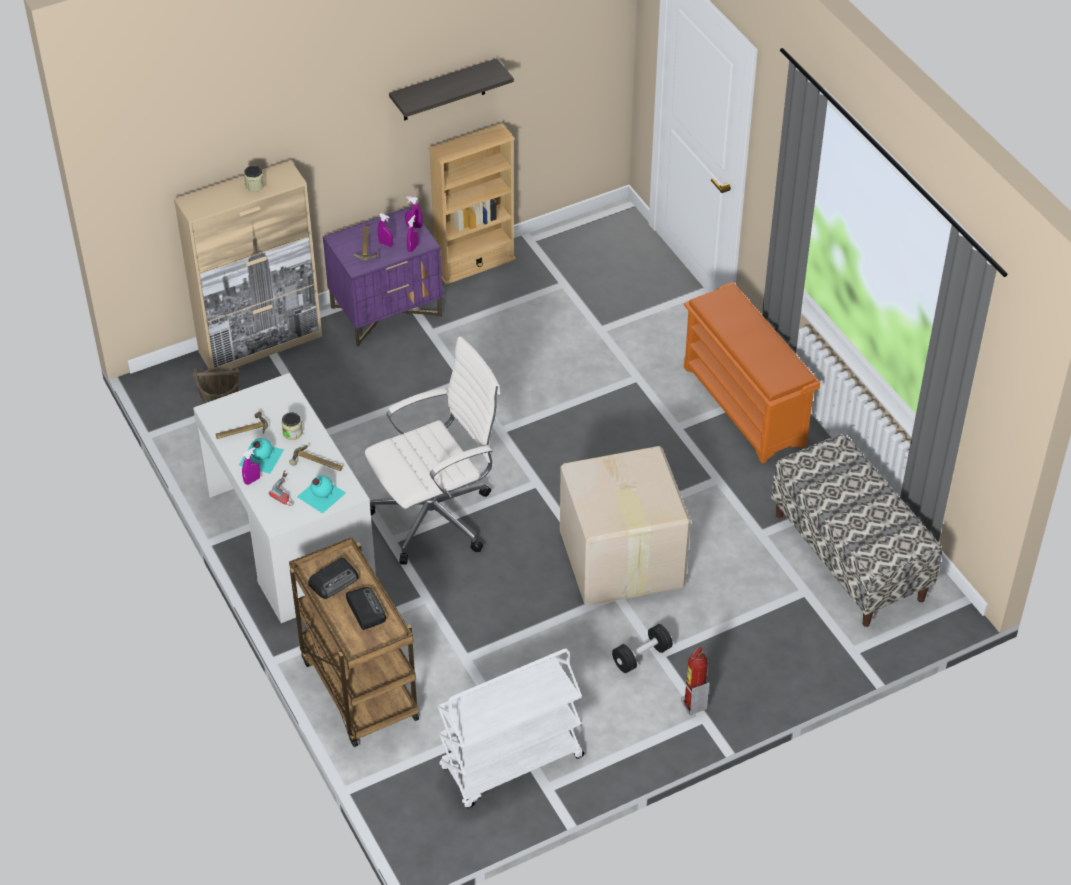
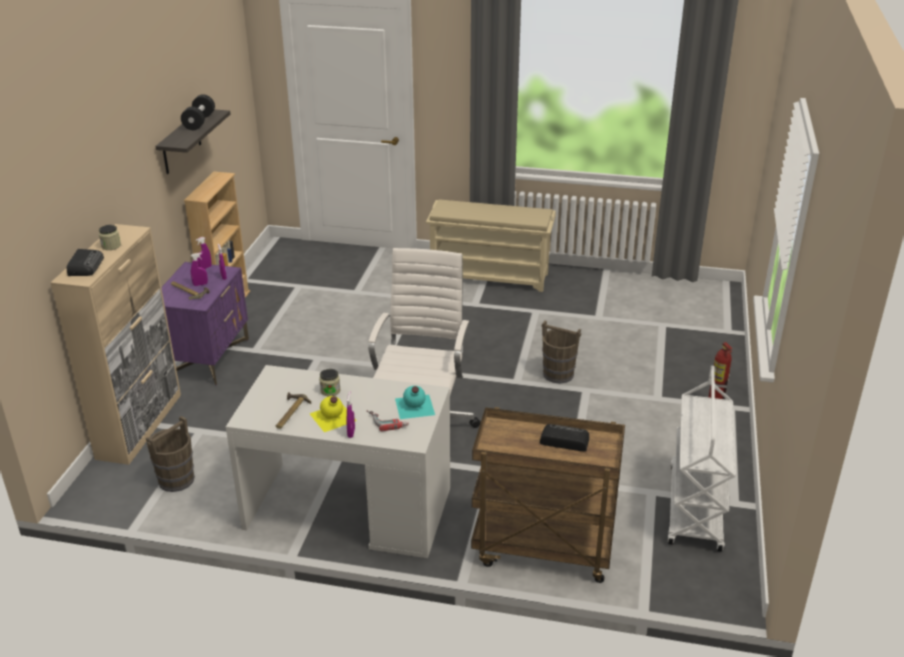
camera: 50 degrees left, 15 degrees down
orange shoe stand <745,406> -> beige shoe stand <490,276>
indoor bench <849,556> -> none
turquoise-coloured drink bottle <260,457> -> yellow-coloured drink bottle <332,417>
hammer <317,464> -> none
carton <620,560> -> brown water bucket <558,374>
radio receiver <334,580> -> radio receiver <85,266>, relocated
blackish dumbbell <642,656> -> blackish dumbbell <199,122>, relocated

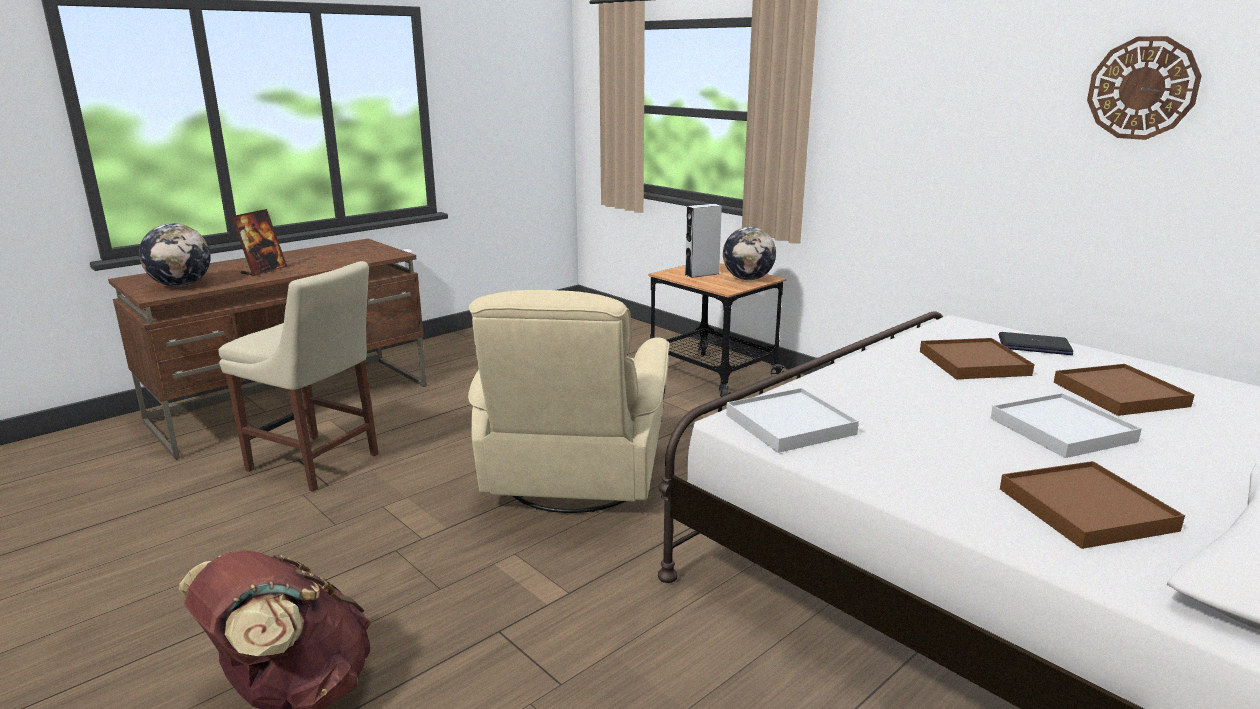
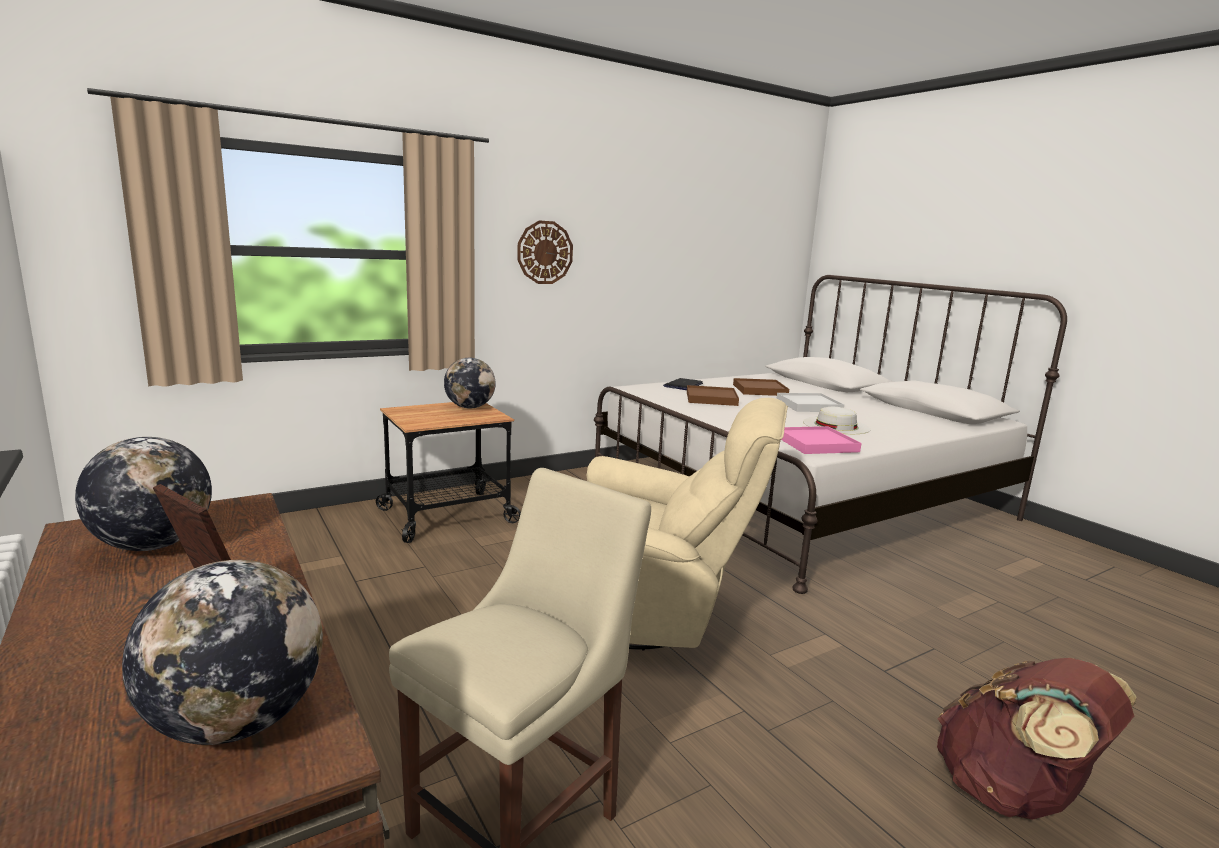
camera: 80 degrees left, 5 degrees down
hanging clock <1142,88> -> hanging clock <545,252>, relocated
grey speaker <702,274> -> none
white tray <790,424> -> pink tray <816,444>
brown tray <1085,509> -> none
none -> white clothing hat <836,425>
none -> globe <153,545>

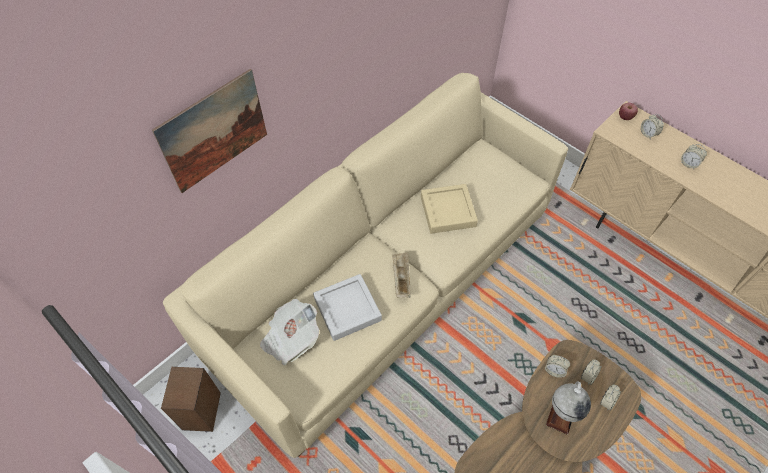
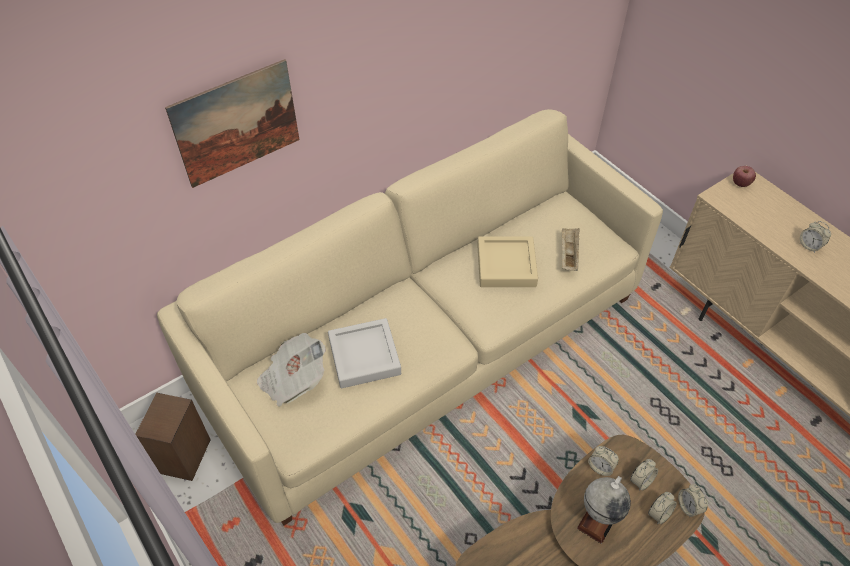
camera: 10 degrees right, 5 degrees down
bedside clock <648,134> -> bedside clock <688,506>, relocated
beige tray <401,278> -> beige tray <568,254>, relocated

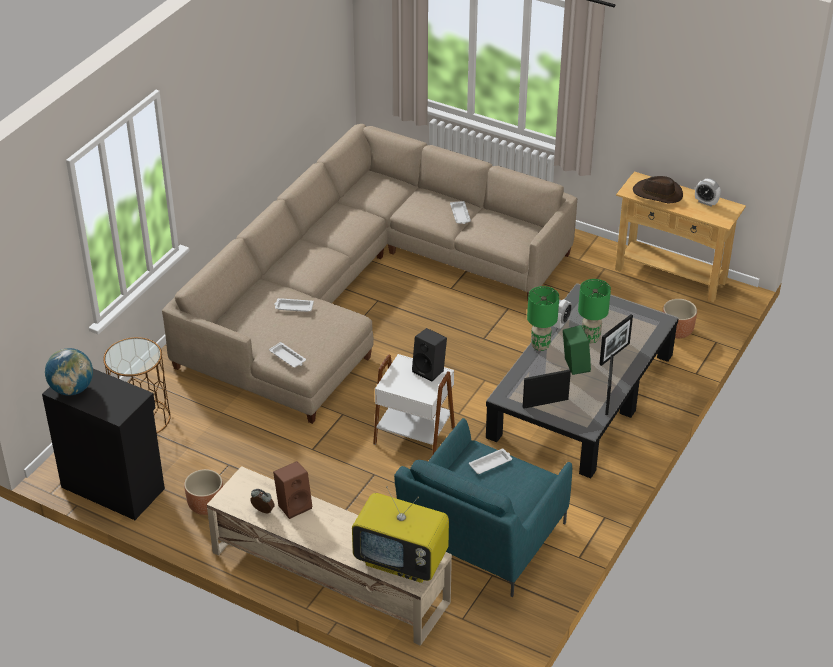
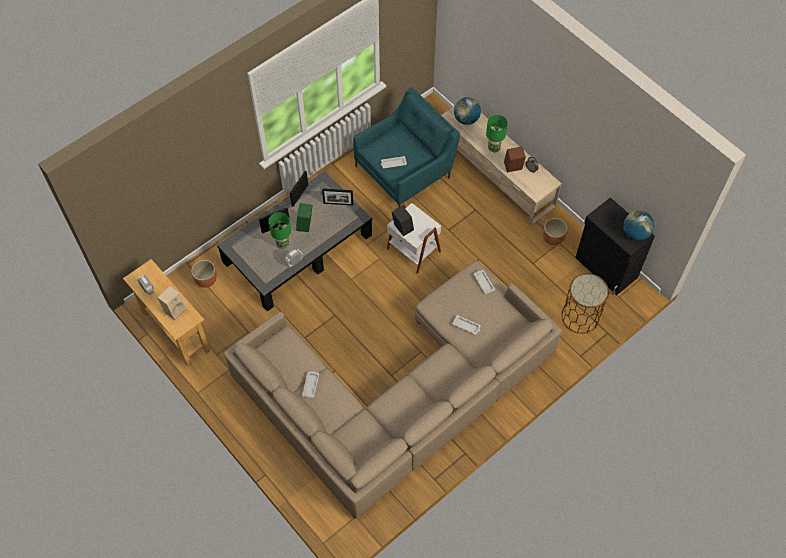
camera: 160 degrees left, 20 degrees up
brown clothing hat <658,193> -> beige speaker <174,309>
green tabletop lamp <540,346> -> green tabletop lamp <493,148>, relocated
television <402,560> -> globe <466,119>

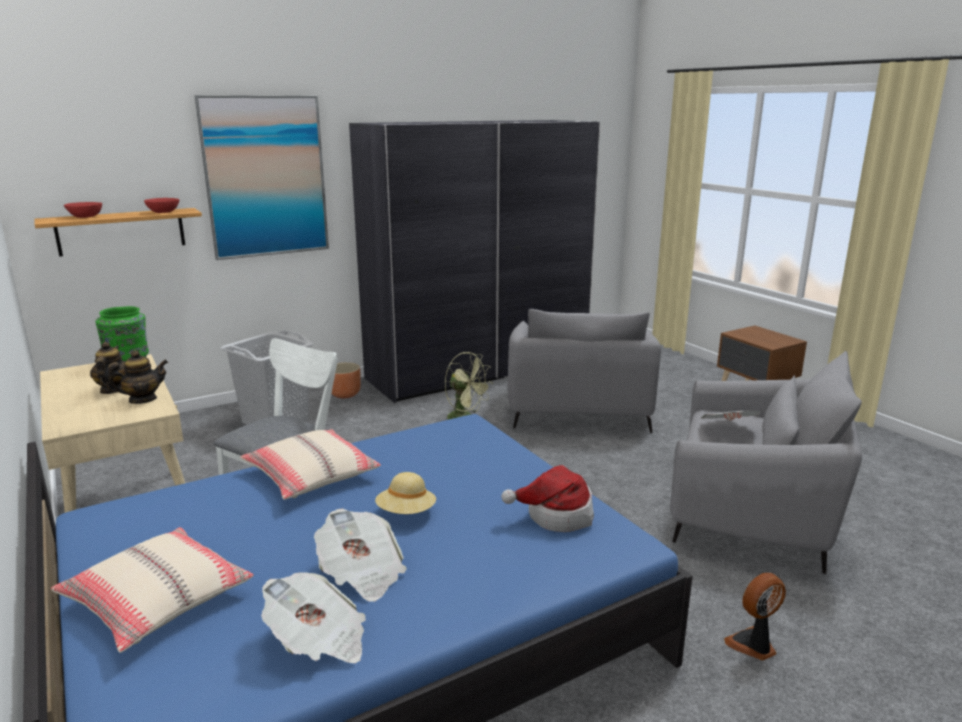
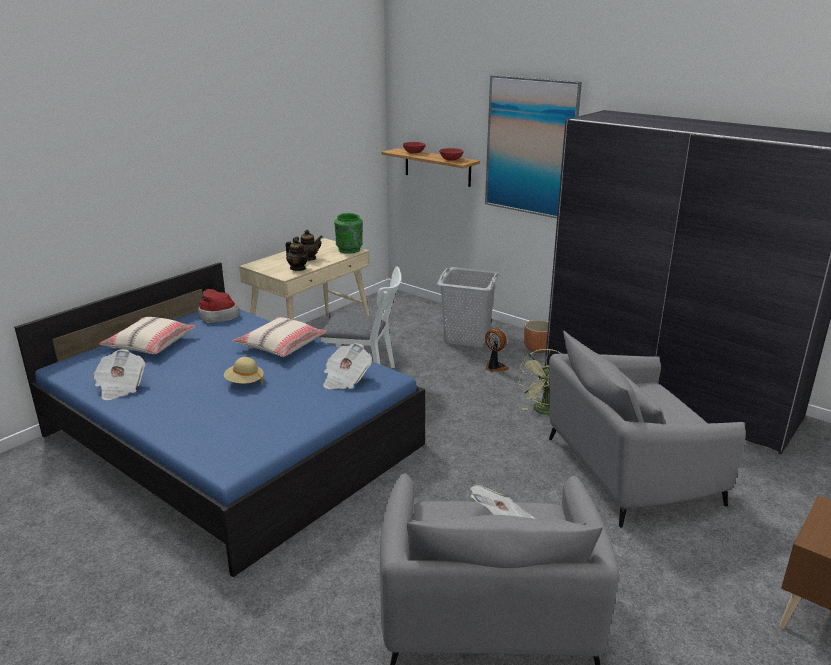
camera: 70 degrees right, 5 degrees up
clothing hat <556,515> -> clothing hat <217,315>, relocated
newspaper <362,574> -> newspaper <345,379>, relocated
electric fan <753,645> -> electric fan <495,367>, relocated

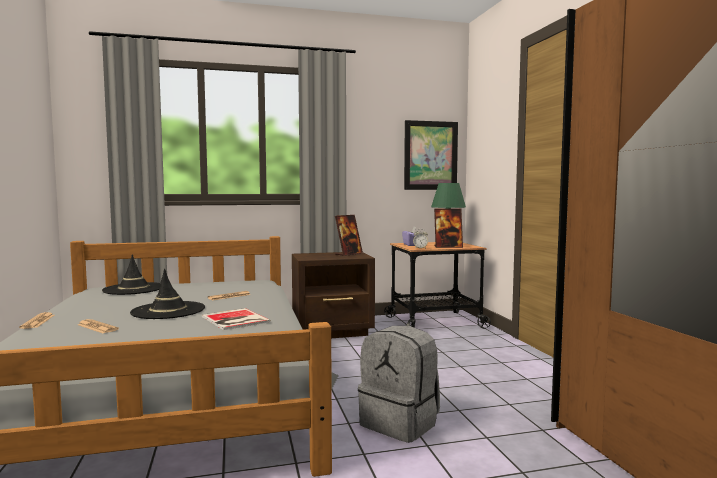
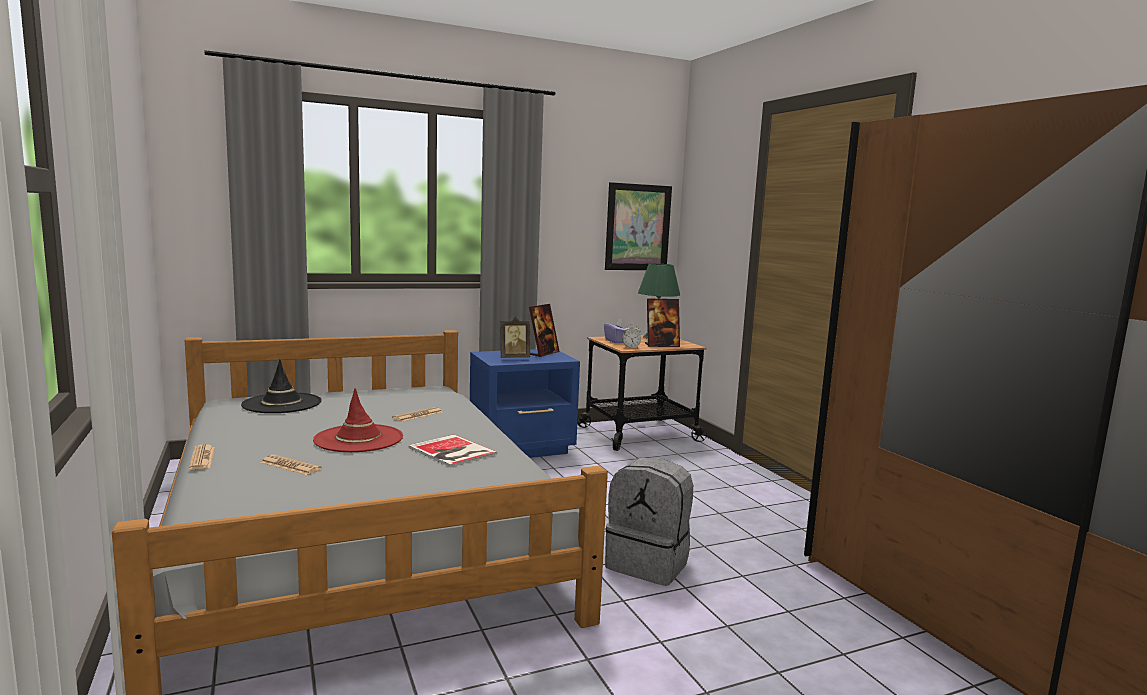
camera: 10 degrees left, 5 degrees up
brown nightstand <333,331> -> bluish nightstand <523,448>
blackish clothing hat <168,311> -> red-coloured clothing hat <358,439>
none -> picture frame <514,358>

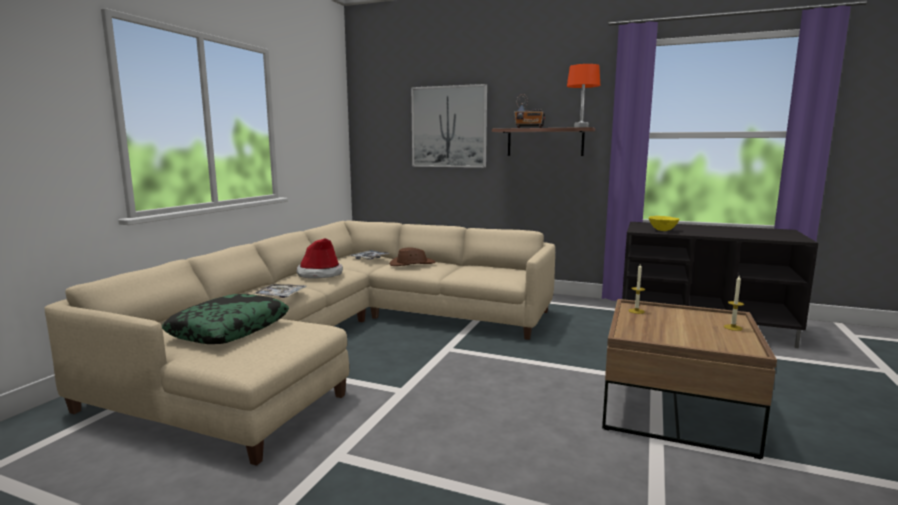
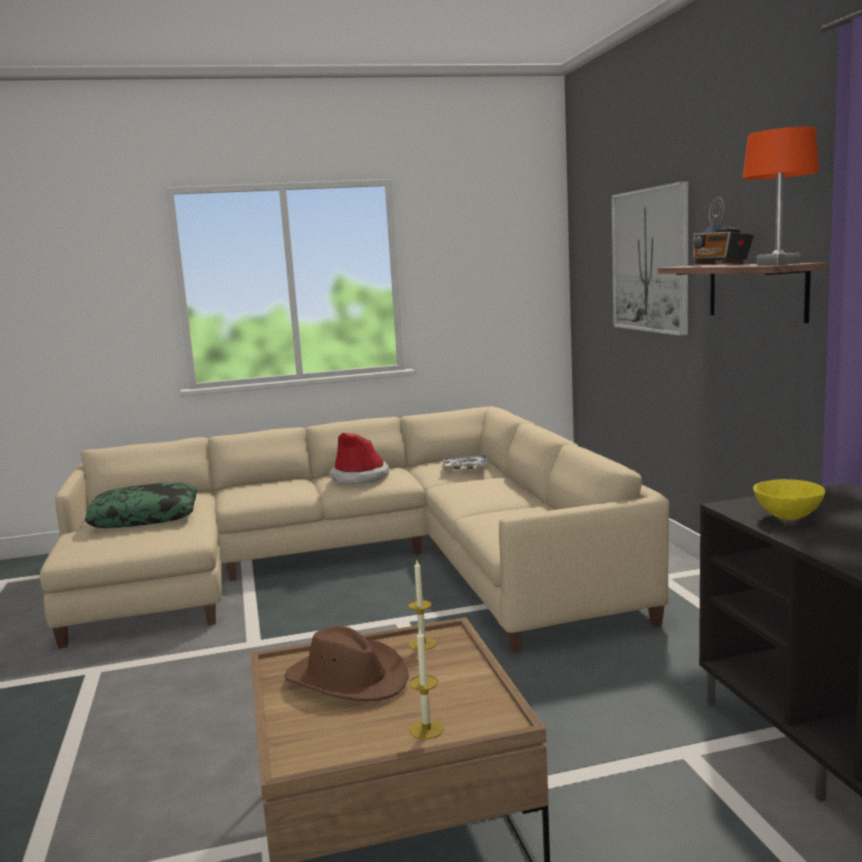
camera: 55 degrees right, 0 degrees up
brown clothing hat <412,264> -> brown clothing hat <348,678>, relocated
tray <281,295> -> none

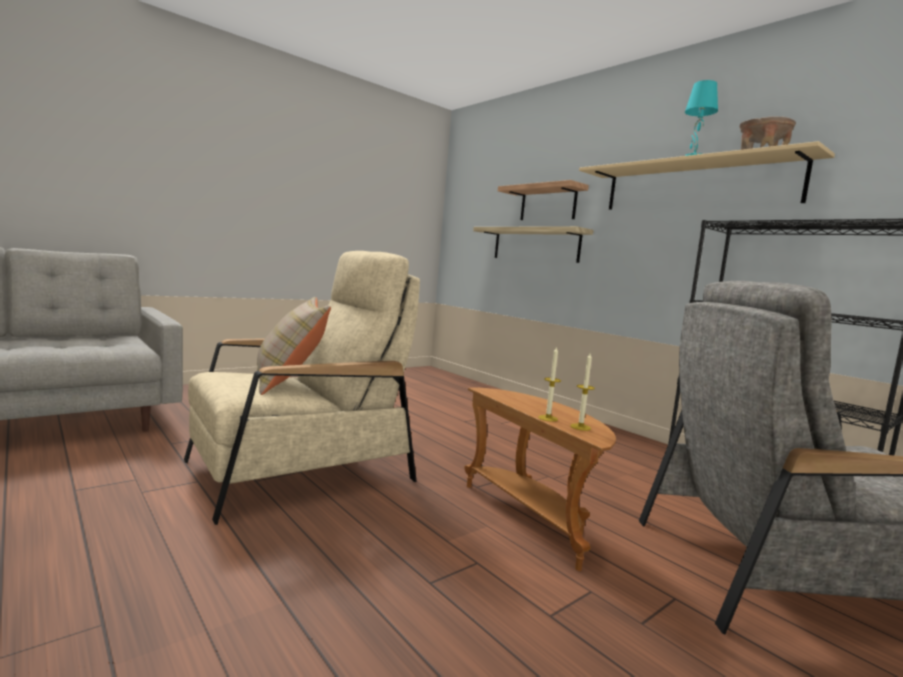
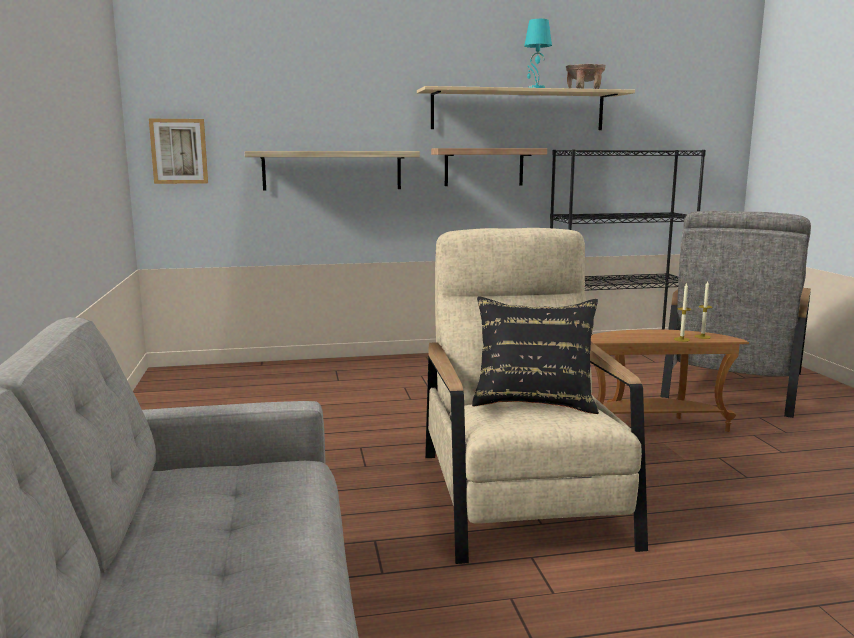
camera: 60 degrees left, 5 degrees up
wall shelf <548,203> -> wall shelf <484,167>, relocated
beige cushion <288,381> -> blackish cushion <534,400>
none -> picture <179,151>

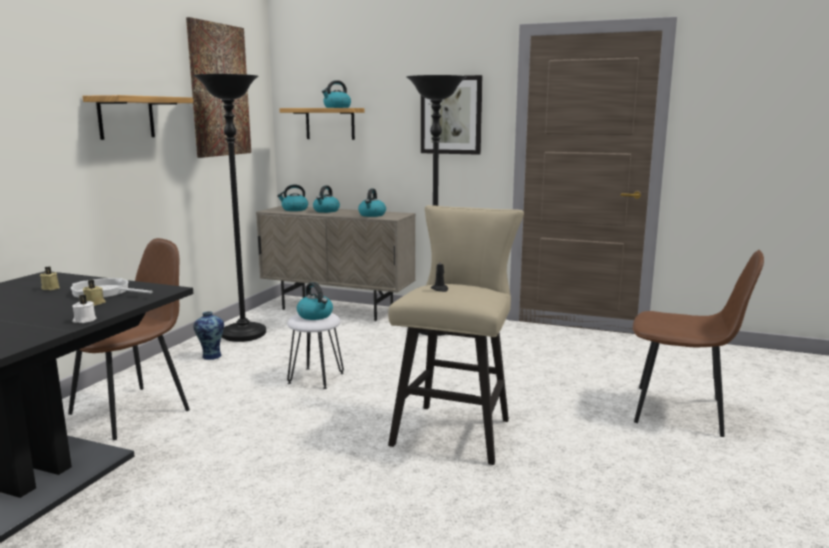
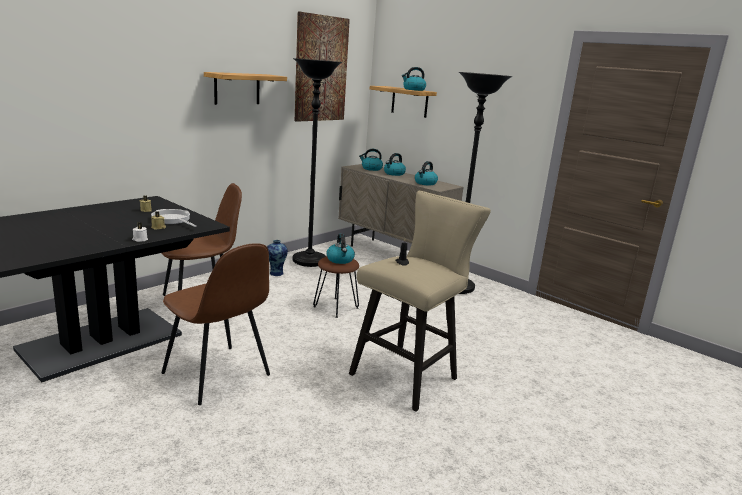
camera: 20 degrees right, 5 degrees up
picture <451,115> -> none
brown upright chair <681,411> -> brown upright chair <217,375>, relocated
white stool <316,378> -> brown stool <336,307>

